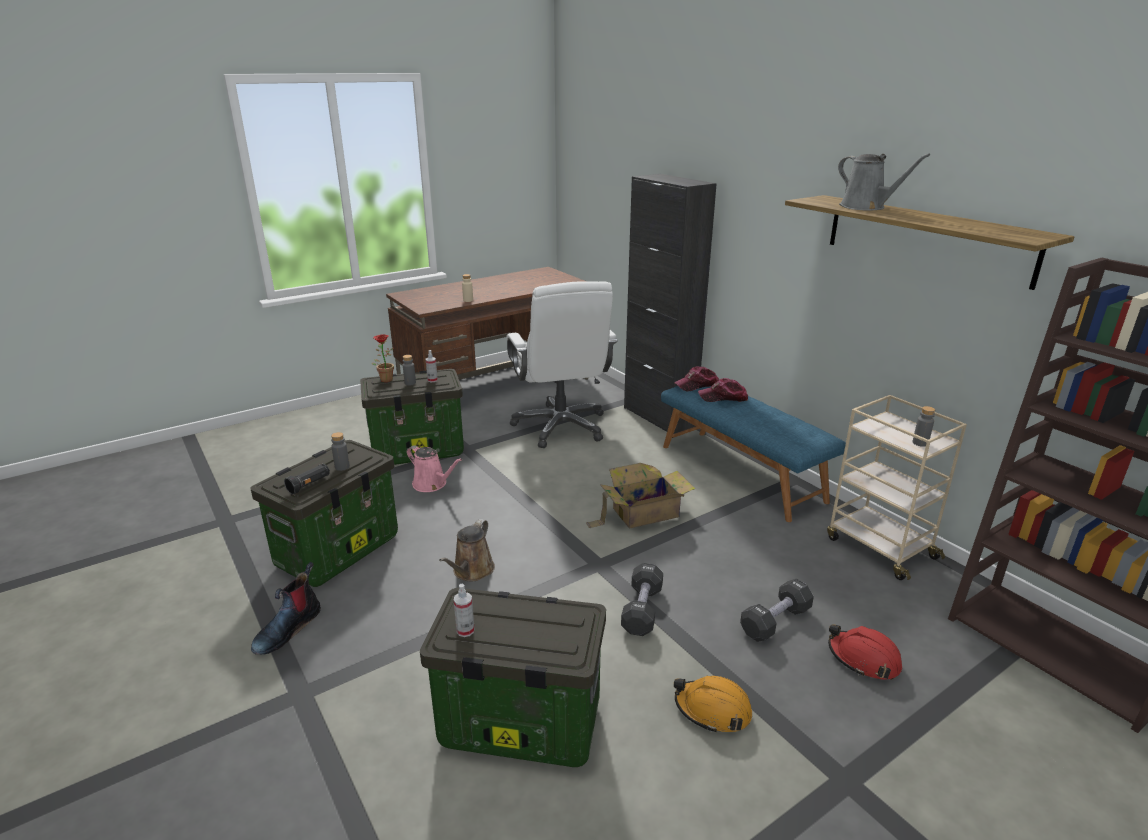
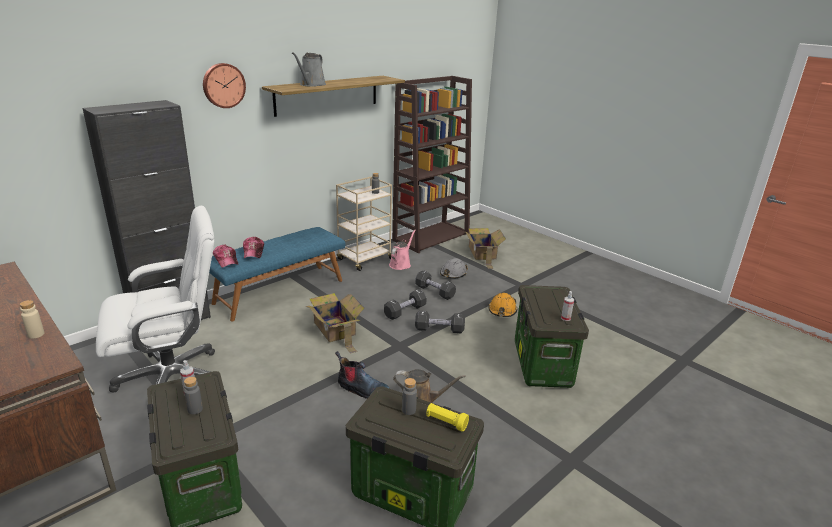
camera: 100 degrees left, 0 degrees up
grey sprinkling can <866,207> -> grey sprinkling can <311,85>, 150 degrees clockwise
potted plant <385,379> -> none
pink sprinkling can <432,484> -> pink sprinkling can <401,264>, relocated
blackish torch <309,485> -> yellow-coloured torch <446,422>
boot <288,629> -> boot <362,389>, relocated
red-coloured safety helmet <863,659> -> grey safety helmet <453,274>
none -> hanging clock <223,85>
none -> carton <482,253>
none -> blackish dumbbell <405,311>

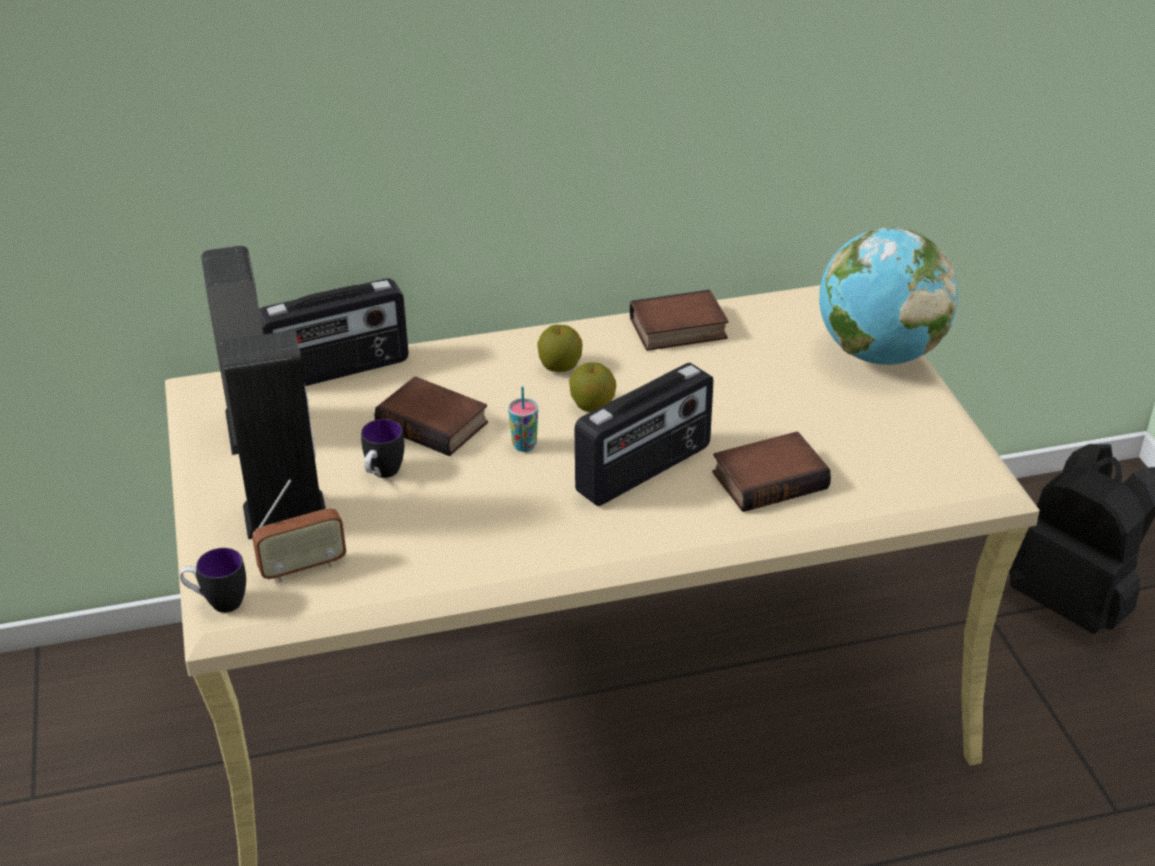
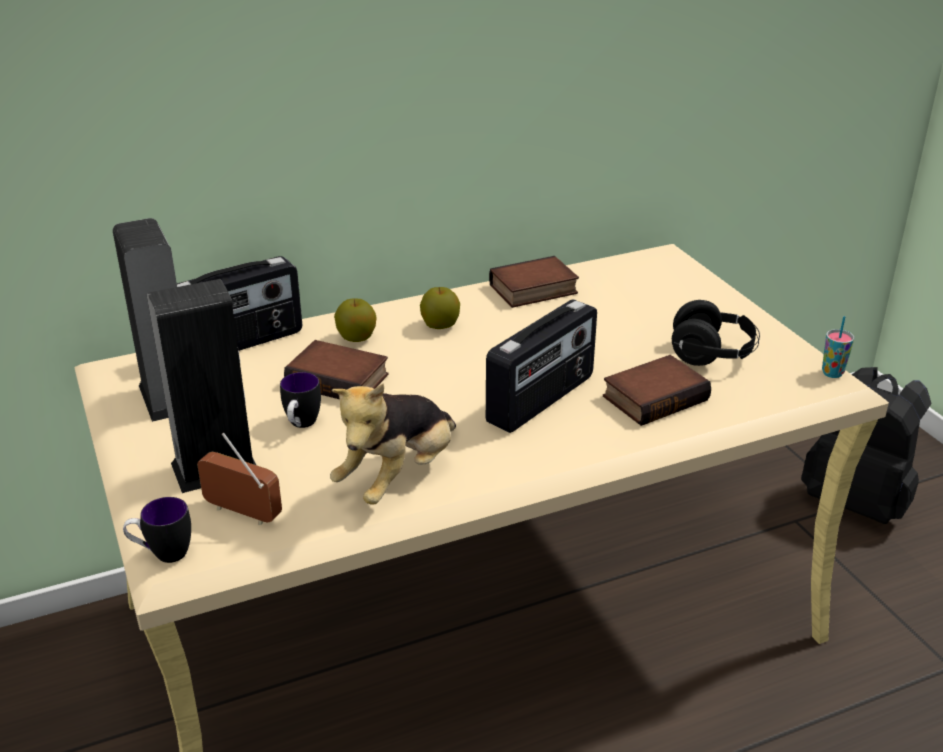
camera: 10 degrees left, 5 degrees down
globe <879,354> -> none
apple fruit <592,406> -> apple fruit <356,338>, relocated
small cup <524,445> -> small cup <832,373>, relocated
radio receiver <303,568> -> radio receiver <242,513>, 120 degrees counterclockwise
none -> blackish headphones <712,355>
none -> cuddly toy <398,476>

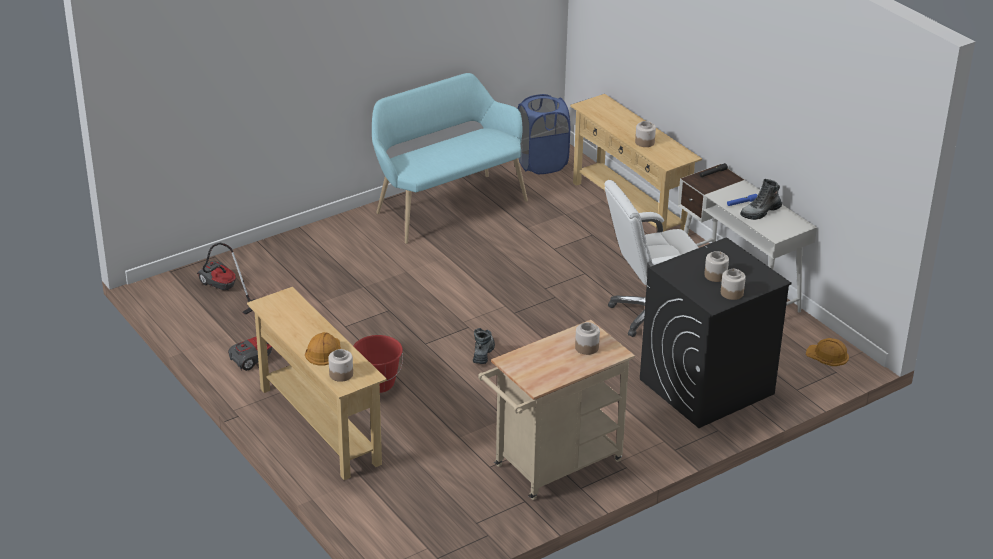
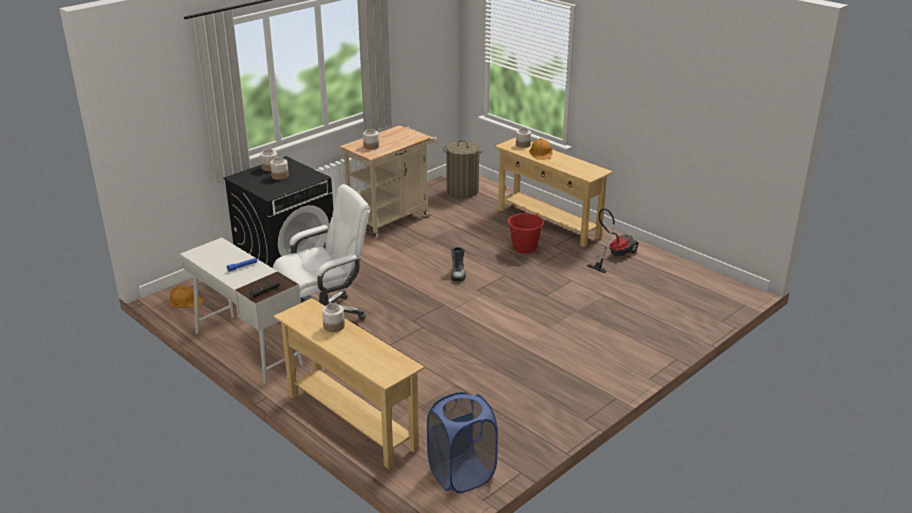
camera: 170 degrees right, 5 degrees down
turquoise-coloured indoor bench <446,205> -> none
boot <760,212> -> none
vacuum cleaner <224,290> -> none
none -> hamper <462,191>

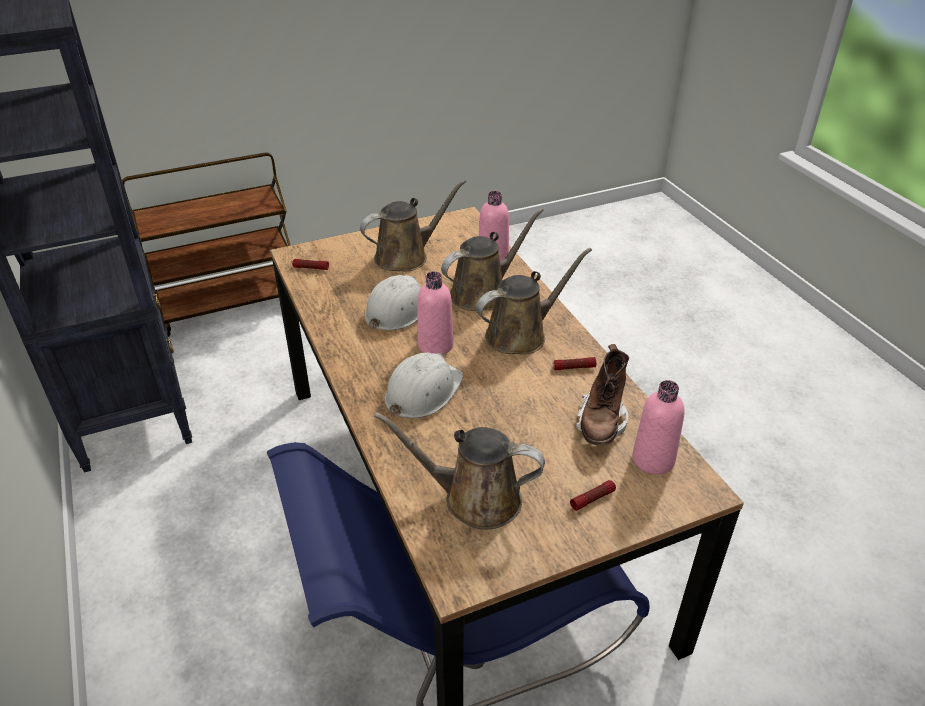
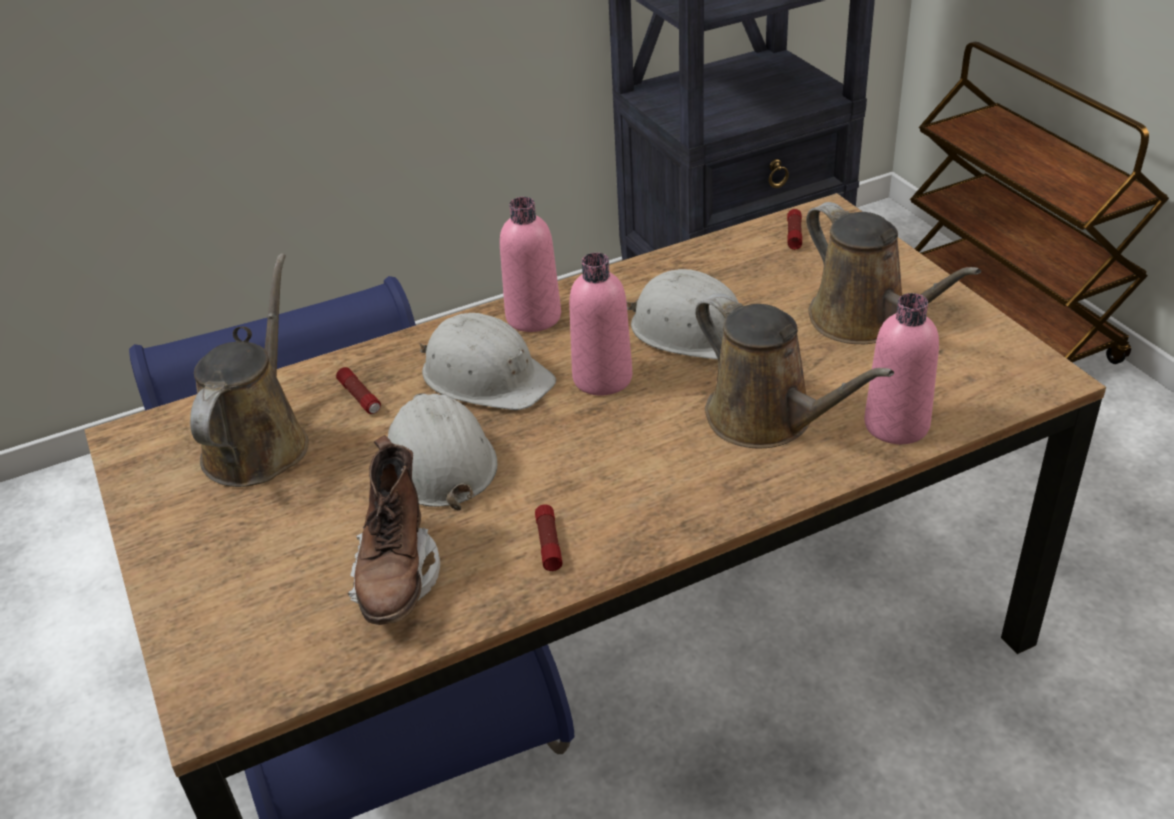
camera: 90 degrees right, 0 degrees up
brown sprinkling can <521,334> -> none
brown boot <601,423> -> brown boot <397,577>, 105 degrees counterclockwise
pink drink bottle <653,459> -> pink drink bottle <533,317>, relocated
torch <592,499> -> torch <360,397>, relocated
none -> white safety helmet <438,461>

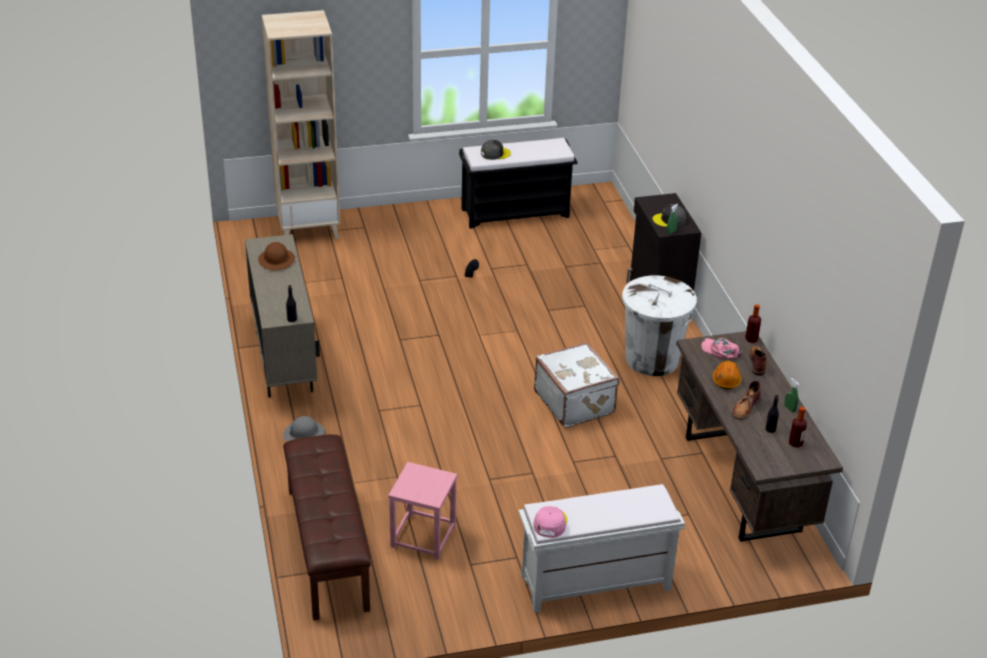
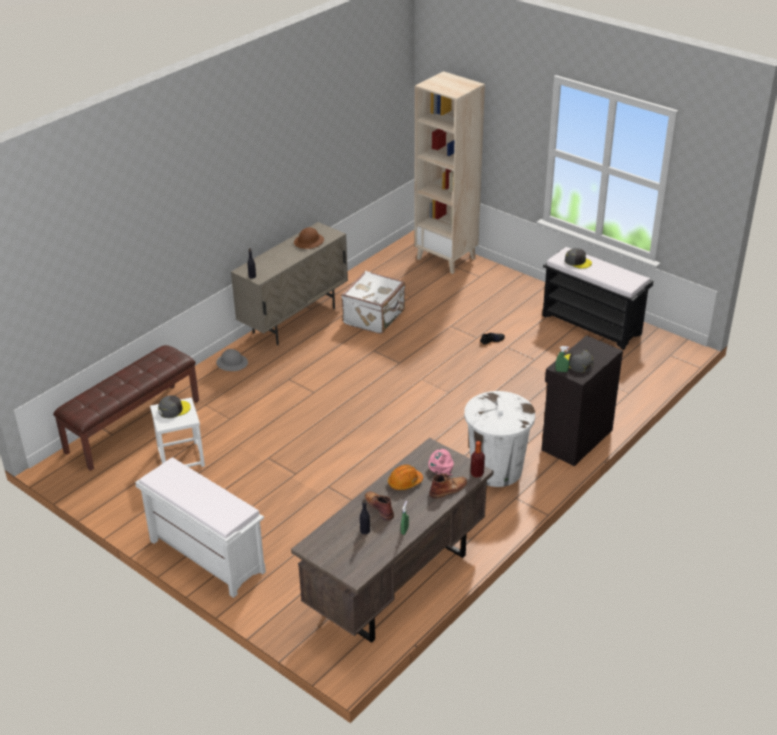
camera: 55 degrees right, 0 degrees up
white suitcase <575,402> -> white suitcase <375,317>, relocated
brown boot <745,408> -> brown boot <379,506>, 60 degrees clockwise
drink bottle <795,443> -> none
pink stool <422,537> -> white stool <180,458>
pink cap <550,523> -> none
none -> grey cap <174,409>

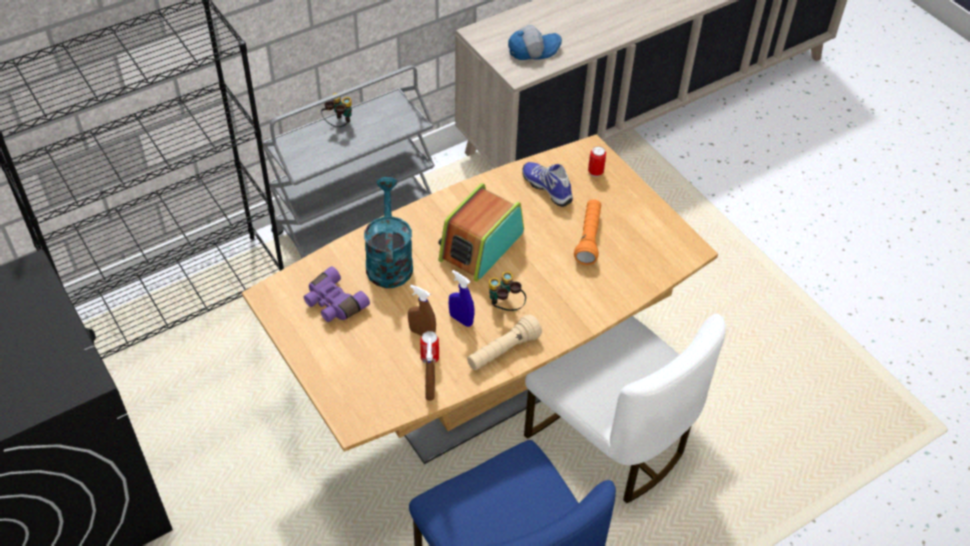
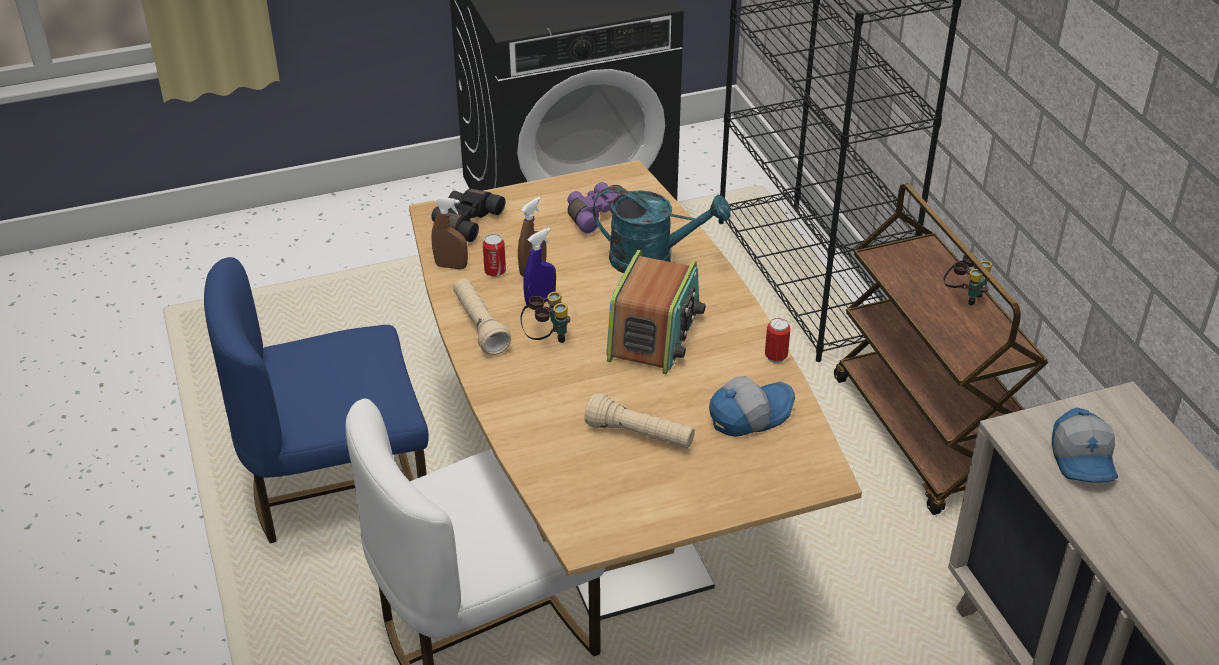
camera: 105 degrees right, 10 degrees down
grey cart <356,222> -> brown cart <923,436>
sealed can <595,172> -> sealed can <776,357>, relocated
low shoe <548,188> -> cap <749,414>
radio receiver <480,246> -> radio receiver <655,334>, 60 degrees clockwise
orange torch <588,238> -> beige torch <640,435>
none -> blackish pair of binoculars <465,222>

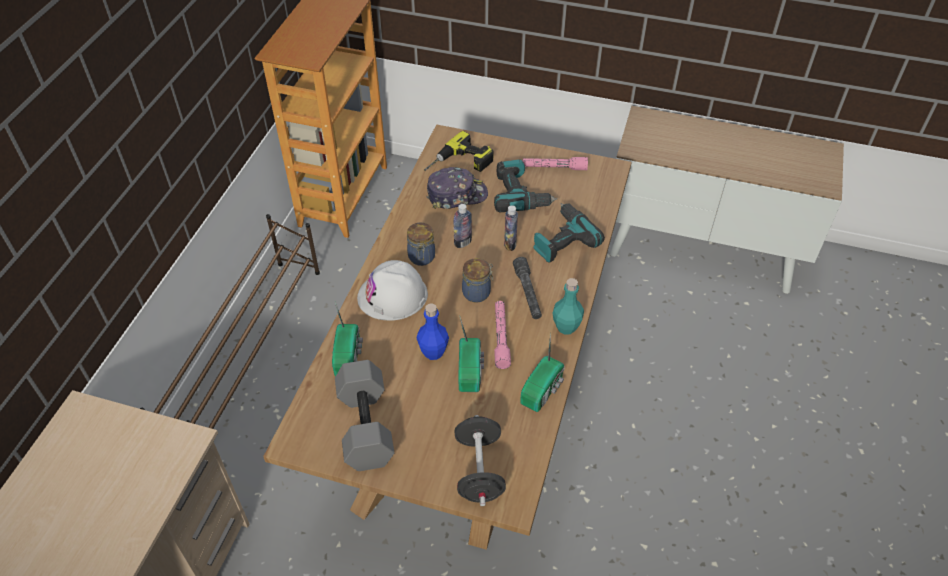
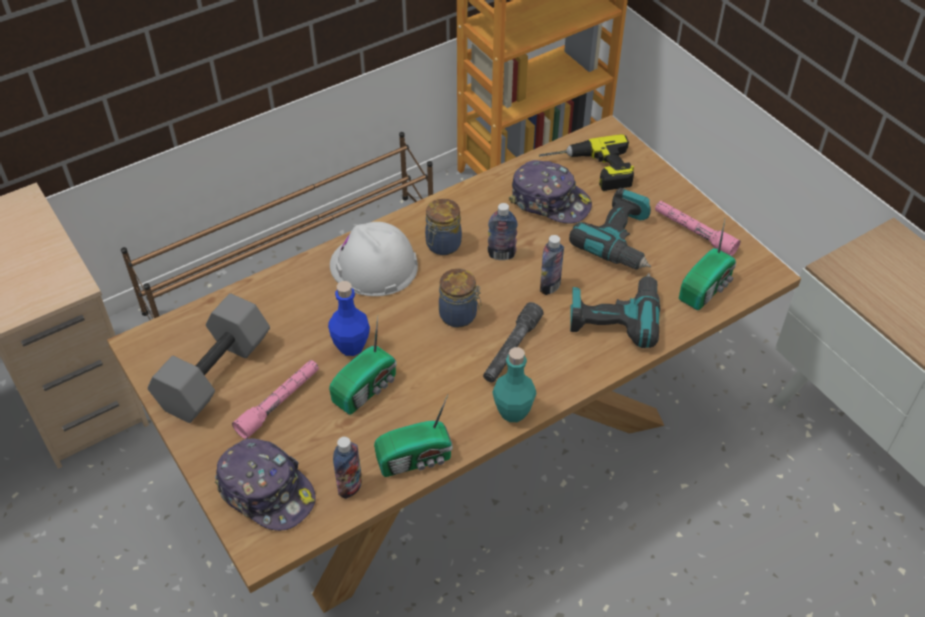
camera: 40 degrees right, 0 degrees up
pink torch <501,337> -> pink torch <279,402>, relocated
radio receiver <349,355> -> radio receiver <707,288>, relocated
blackish dumbbell <479,470> -> cap <267,491>
none -> drink bottle <350,486>

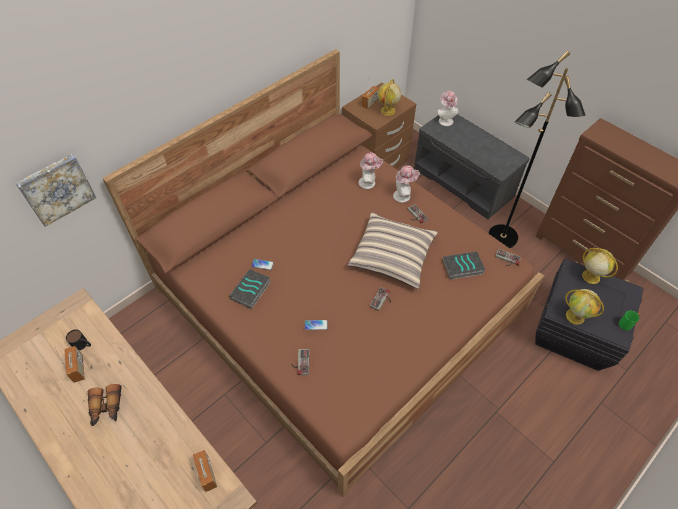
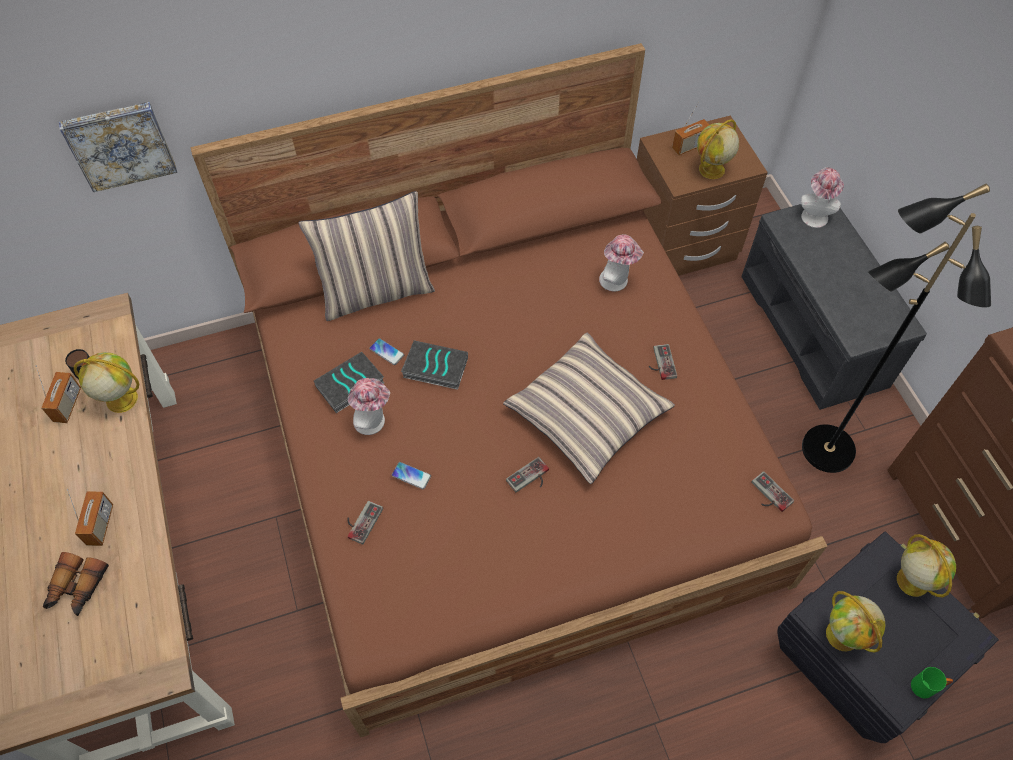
camera: 25 degrees right, 5 degrees up
clothing hat <404,195> -> clothing hat <373,421>, relocated
volume <462,268> -> volume <434,368>, relocated
pair of binoculars <106,408> -> pair of binoculars <77,588>, relocated
radio receiver <207,474> -> radio receiver <100,525>, relocated
none -> cushion <376,291>
none -> globe <120,399>

